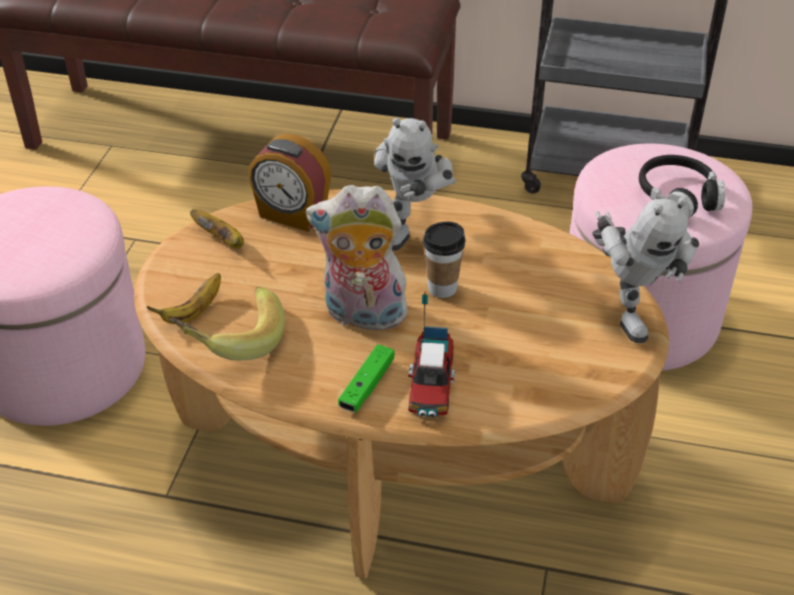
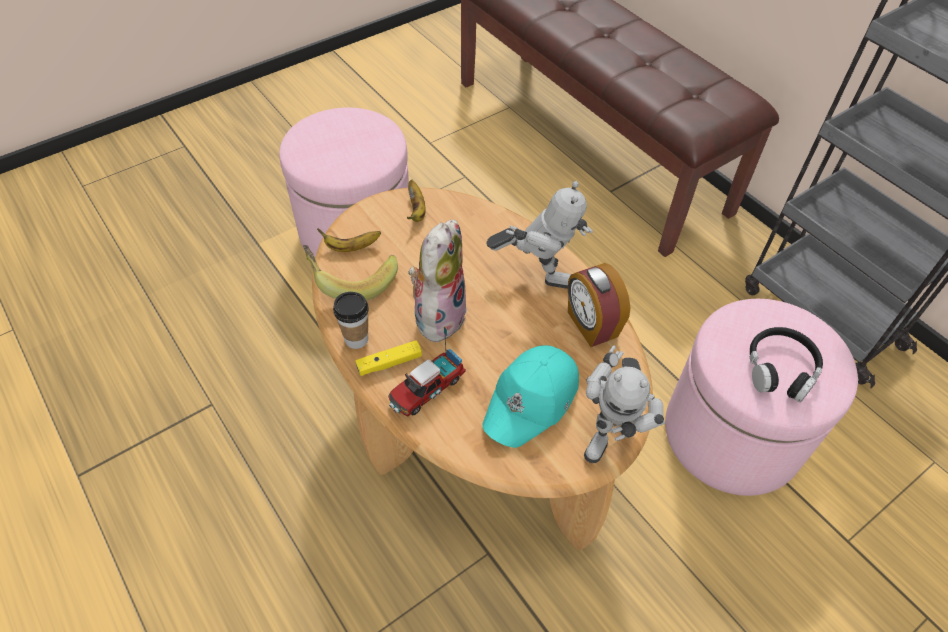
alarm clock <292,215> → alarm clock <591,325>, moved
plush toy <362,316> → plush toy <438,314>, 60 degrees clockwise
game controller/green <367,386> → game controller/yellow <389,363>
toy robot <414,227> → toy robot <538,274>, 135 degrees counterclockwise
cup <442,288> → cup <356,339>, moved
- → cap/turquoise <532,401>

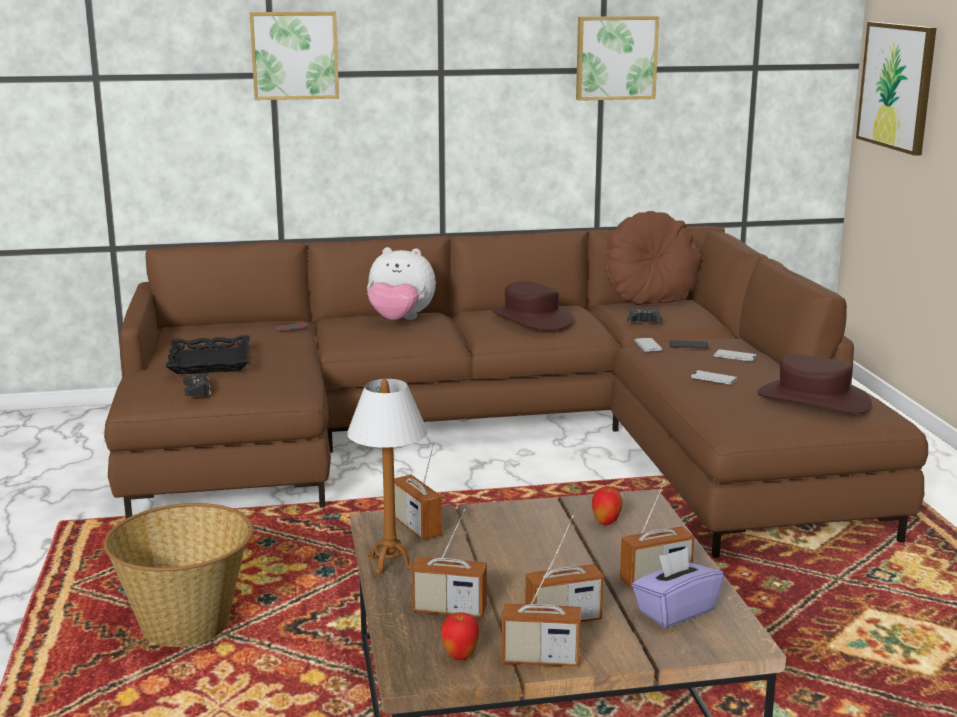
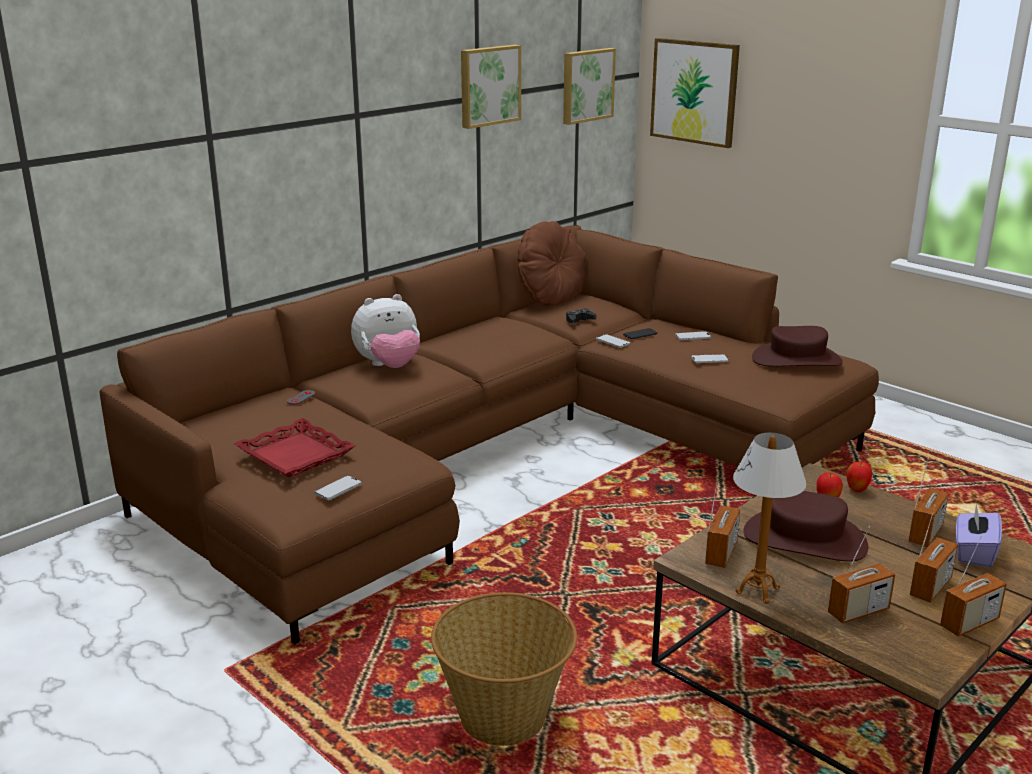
tray/black <209,361> → tray/red <294,455>
game controller/black <197,390> → phone <338,489>
picture <294,55> → picture <586,85>, moved
radio <417,527> → radio <721,553>, 90 degrees counterclockwise
apple <460,656> → apple <857,490>, moved
hat/brown <531,319> → hat/brown <804,539>, moved

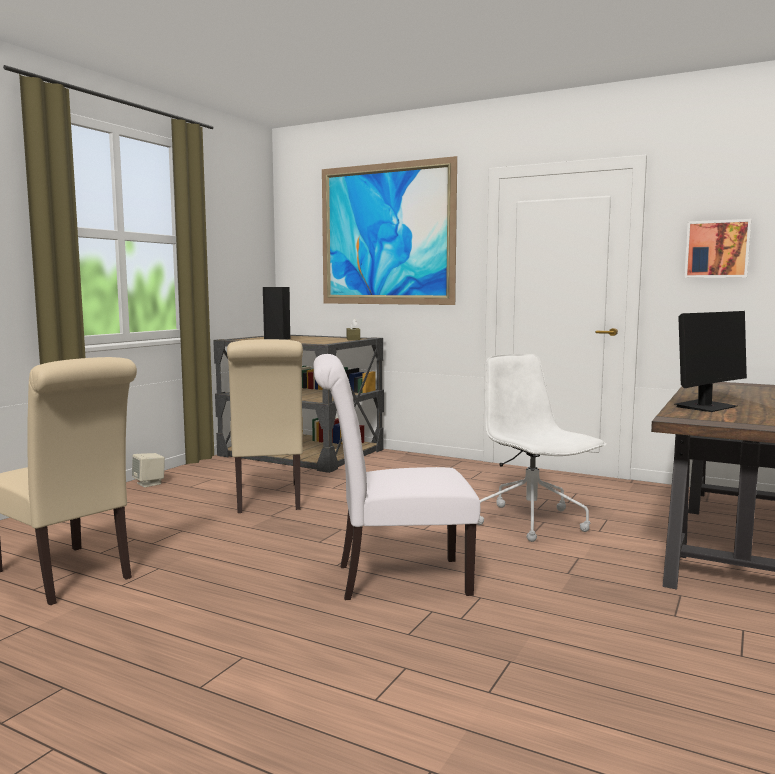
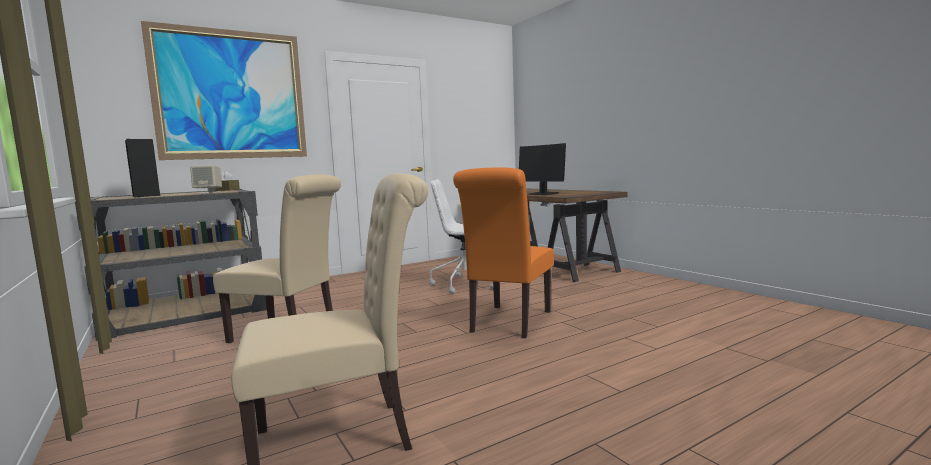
speaker/beige <149,483> → speaker/beige <208,193>, moved
chair/white <393,579> → chair/orange <508,323>
monitor <705,407> → monitor <543,194>, 150 degrees clockwise
picture <717,249> → -

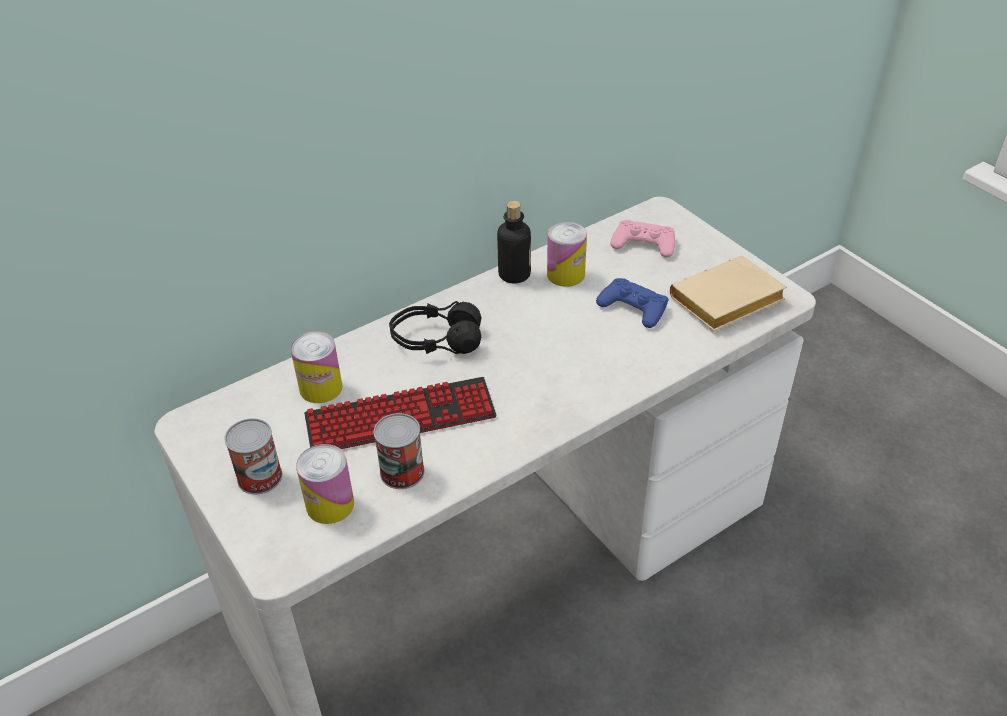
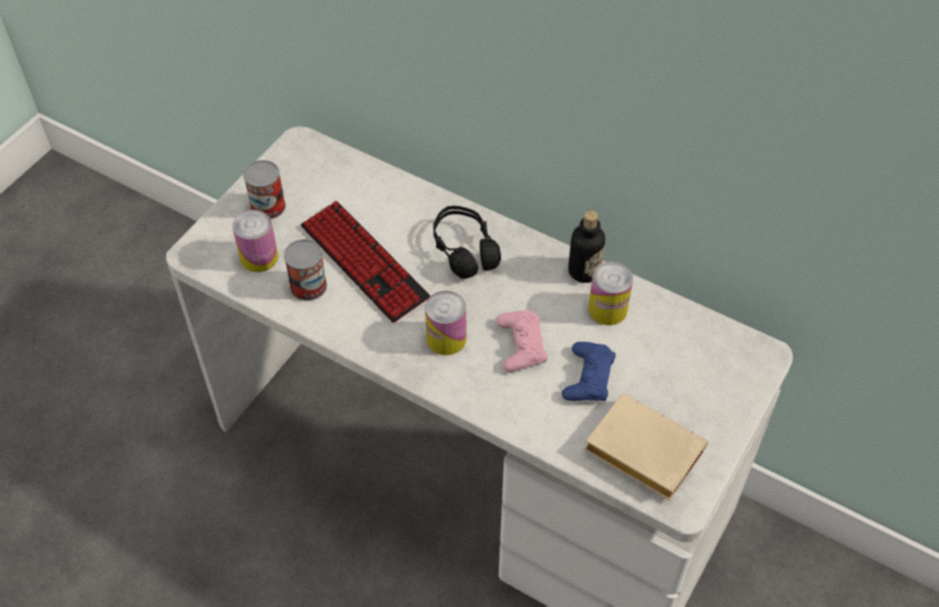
can <321,388> → can <446,338>, moved
game controller/pink <644,244> → game controller/pink <521,345>, moved

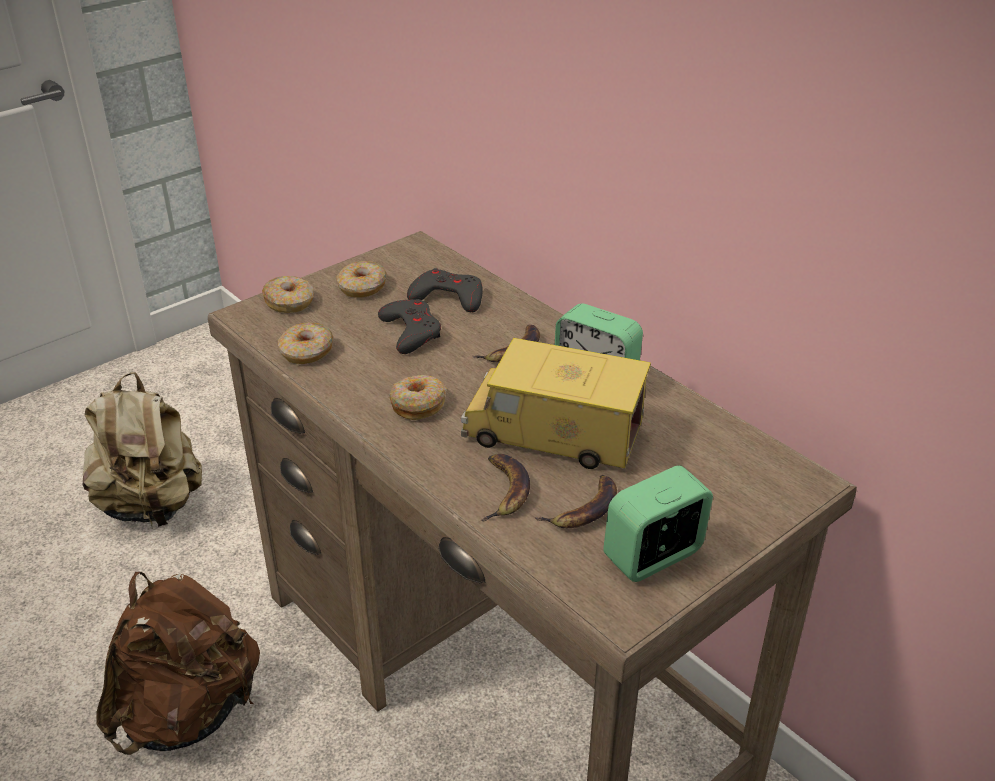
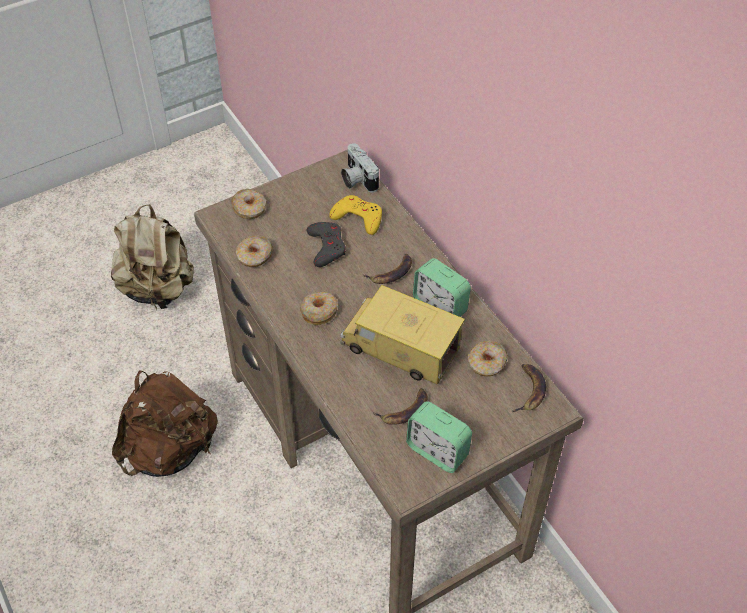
donut <362,287> → donut <487,363>, moved
game controller/grey <448,297> → game controller/yellow <358,217>
banana <504,490> → banana <529,390>, moved
alarm clock <654,556> → alarm clock <437,451>, 120 degrees counterclockwise
- → photo camera <357,179>

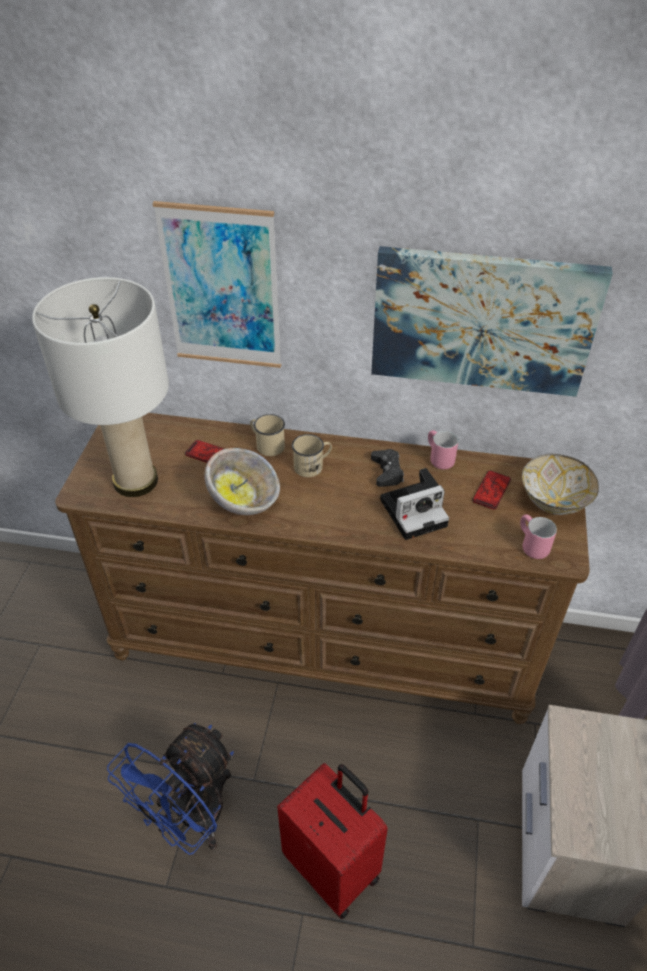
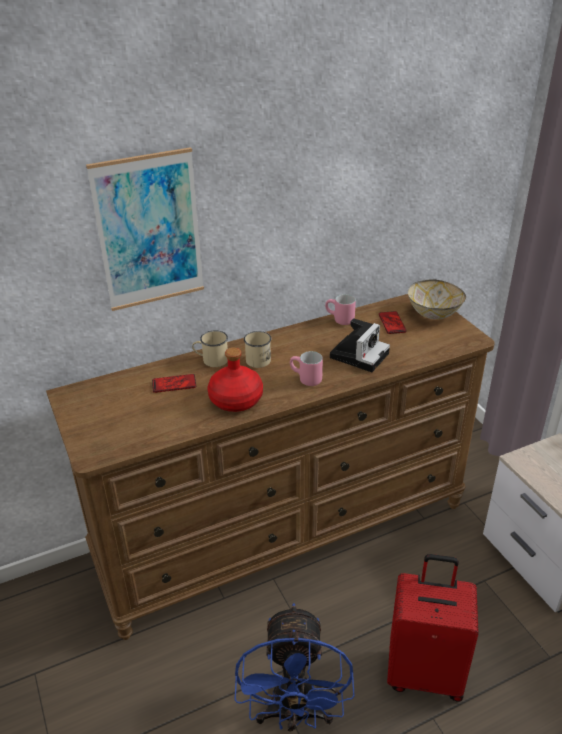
table lamp/white <135,482> → -
bowl <245,500> → bottle/red <235,399>
picture <482,321> → -
game controller/black <387,472> → -
mug/pink <529,546> → mug/pink <305,380>, moved

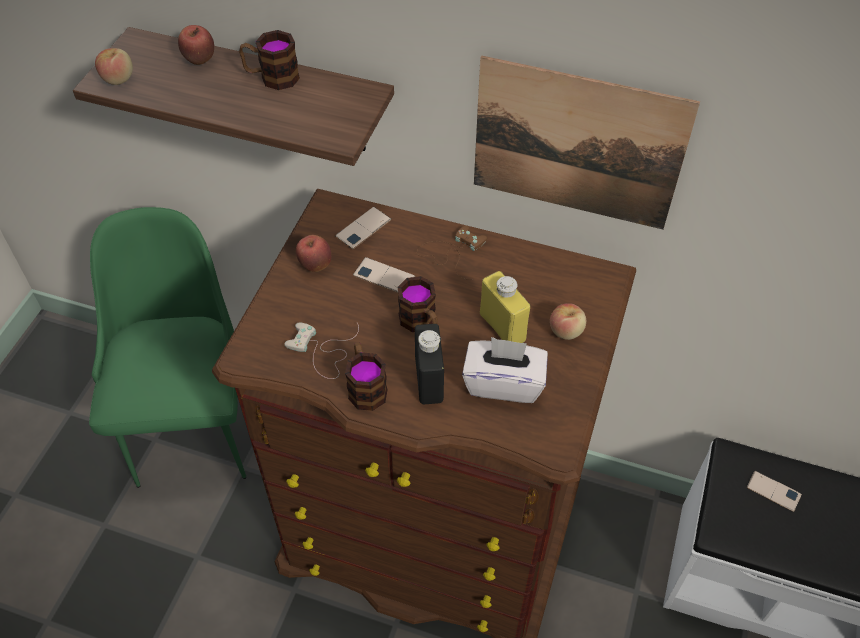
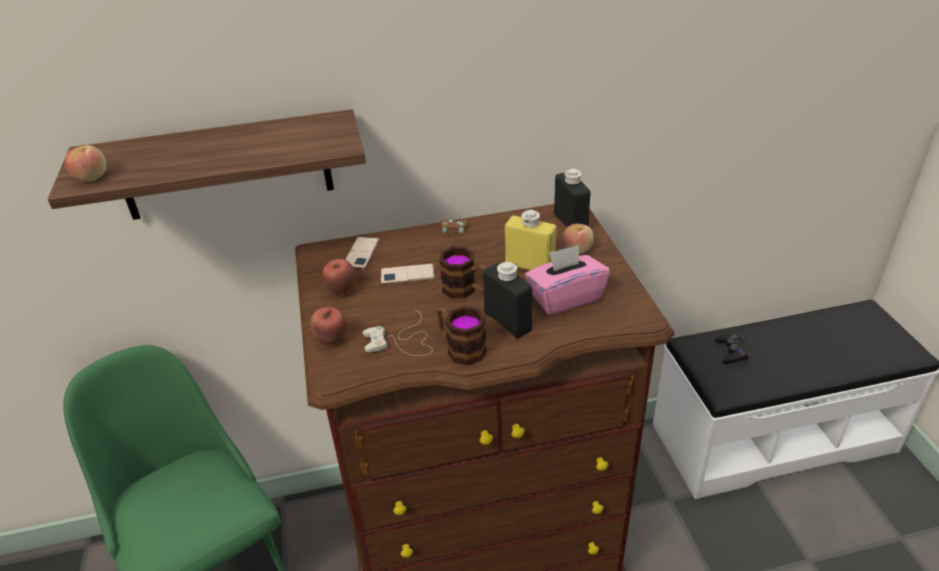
apple <200,60> → apple <331,340>, moved
mug <272,77> → -
tissue box/white <503,383> → tissue box/pink <565,298>
picture <577,145> → -
phone <773,491> → game controller/black <731,352>
- → bottle/black <570,223>

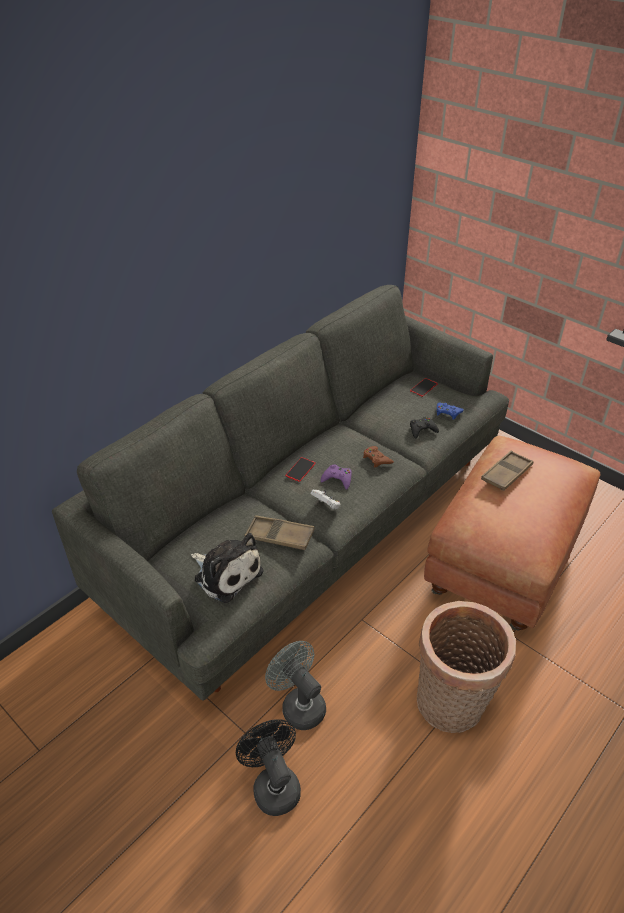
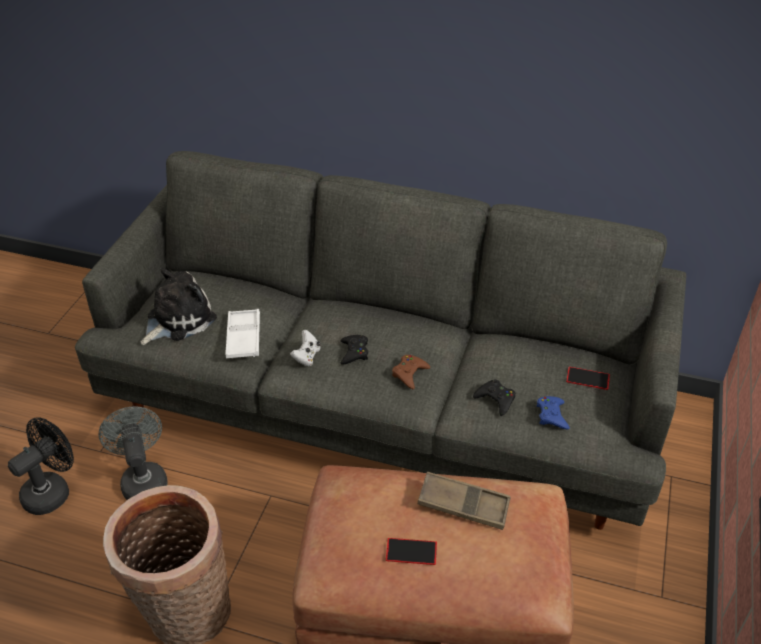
plush toy <226,573> → plush toy <177,319>, 150 degrees counterclockwise
tray/brown <279,536> → tray/white <243,337>
fan/grey <298,704> → fan/grey <143,479>, 45 degrees counterclockwise
phone <300,469> → phone <411,551>, moved
game controller/purple <337,479> → game controller/black <354,352>

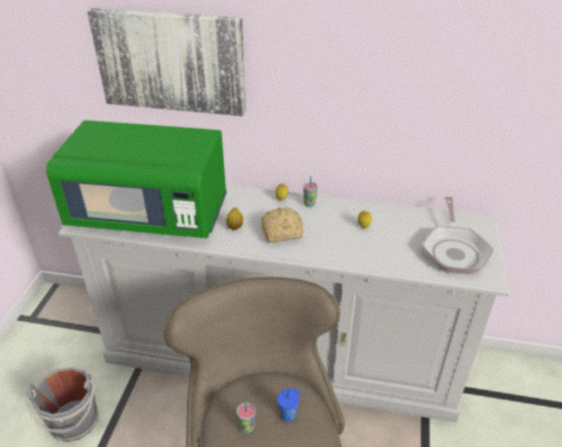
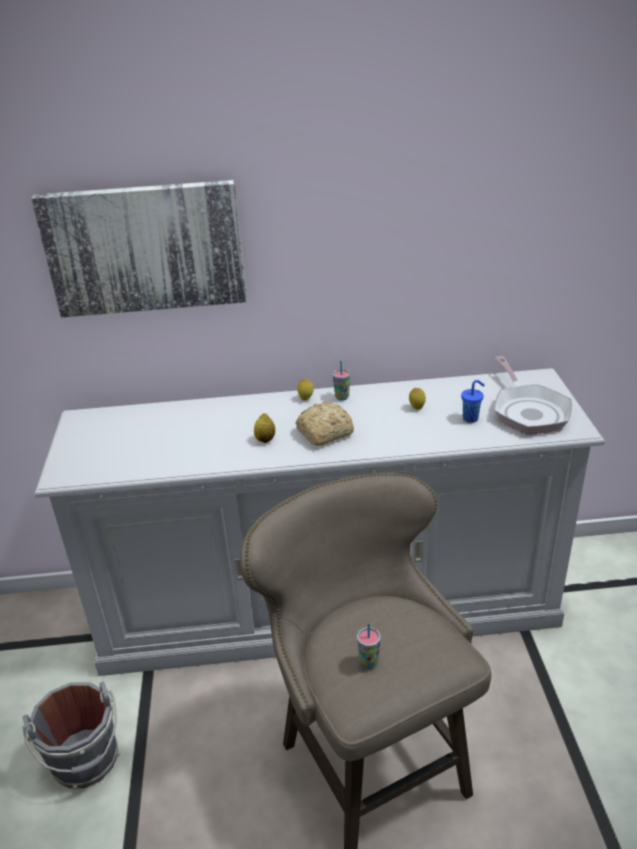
microwave/green <150,215> → -
cup/blue <289,415> → cup/blue <471,418>, moved

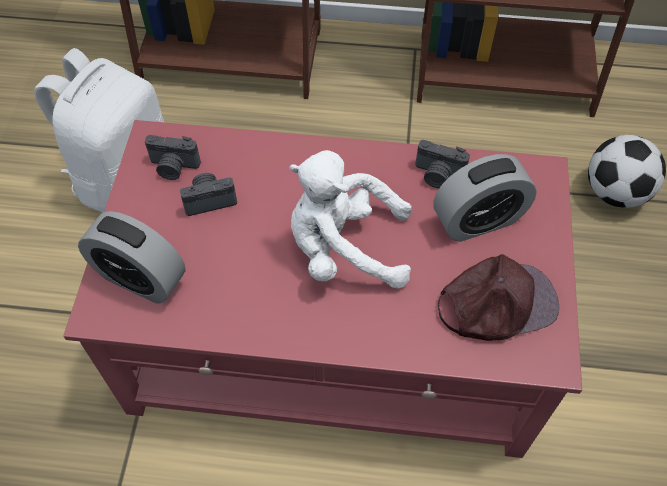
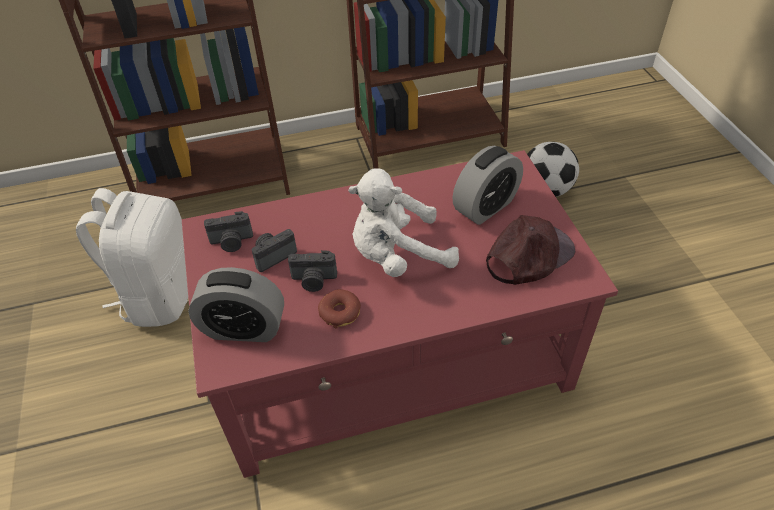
photo camera <438,175> → photo camera <314,280>, moved
- → donut <340,312>

